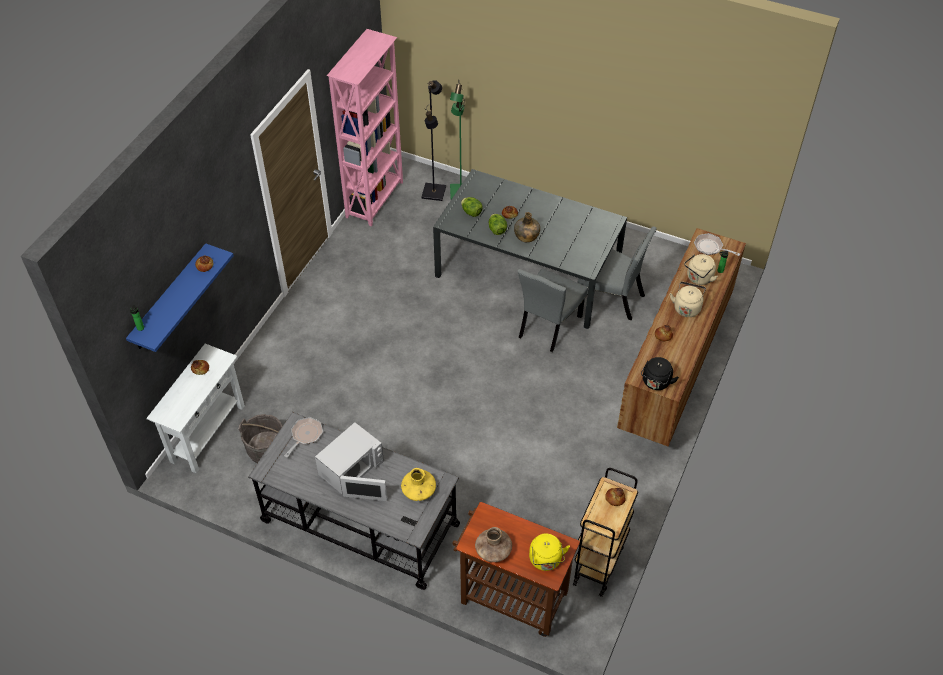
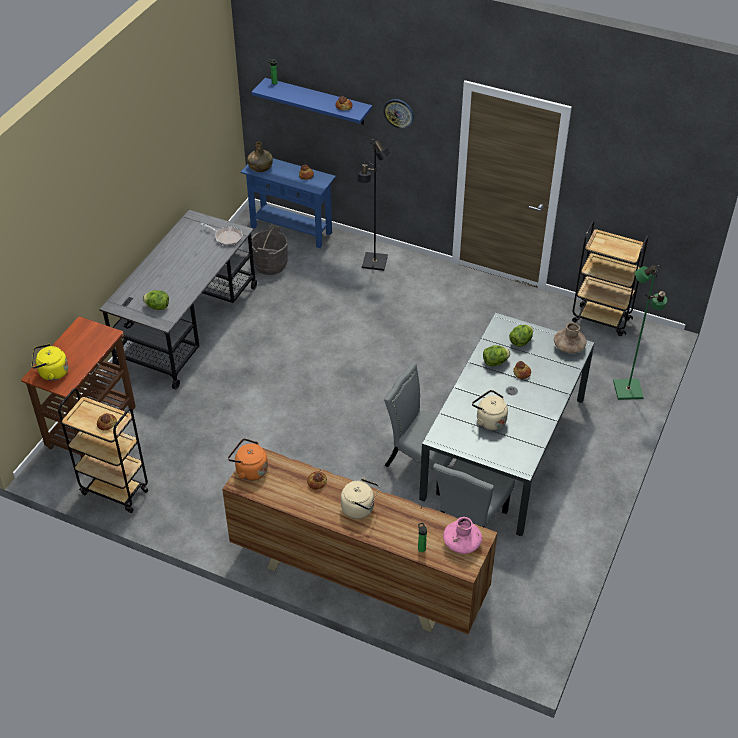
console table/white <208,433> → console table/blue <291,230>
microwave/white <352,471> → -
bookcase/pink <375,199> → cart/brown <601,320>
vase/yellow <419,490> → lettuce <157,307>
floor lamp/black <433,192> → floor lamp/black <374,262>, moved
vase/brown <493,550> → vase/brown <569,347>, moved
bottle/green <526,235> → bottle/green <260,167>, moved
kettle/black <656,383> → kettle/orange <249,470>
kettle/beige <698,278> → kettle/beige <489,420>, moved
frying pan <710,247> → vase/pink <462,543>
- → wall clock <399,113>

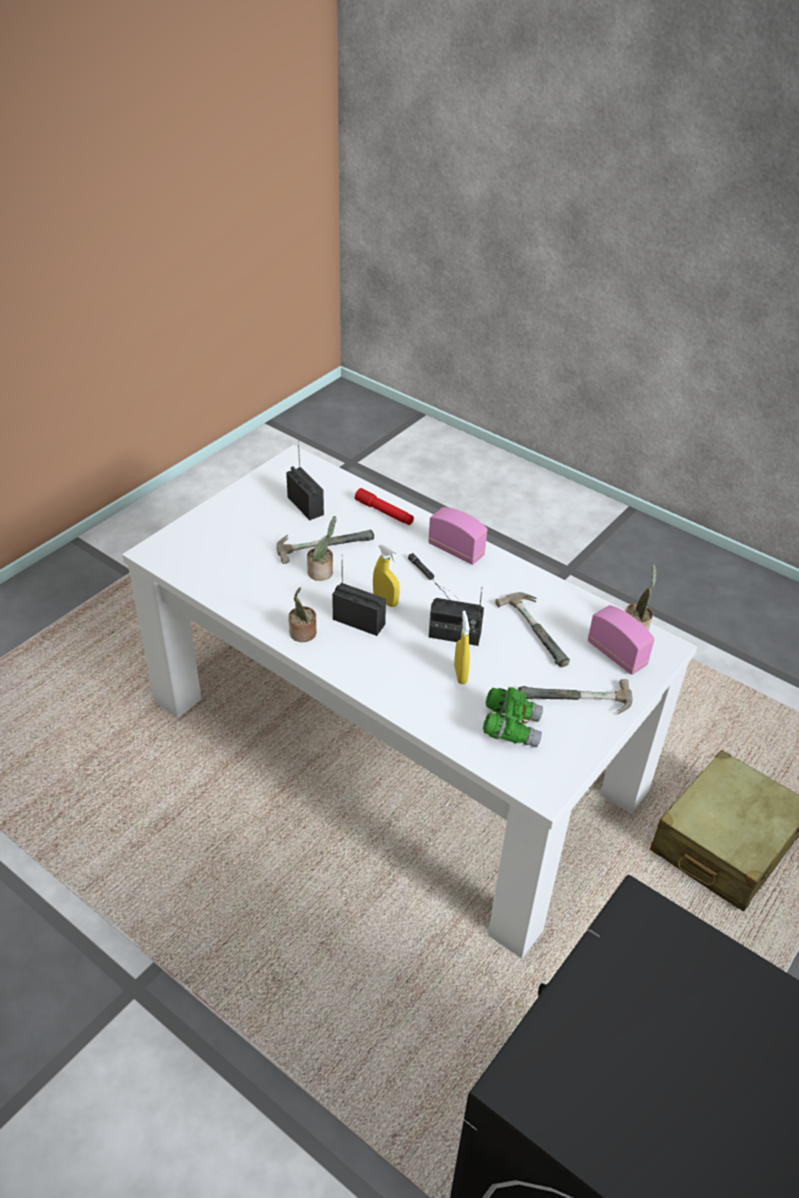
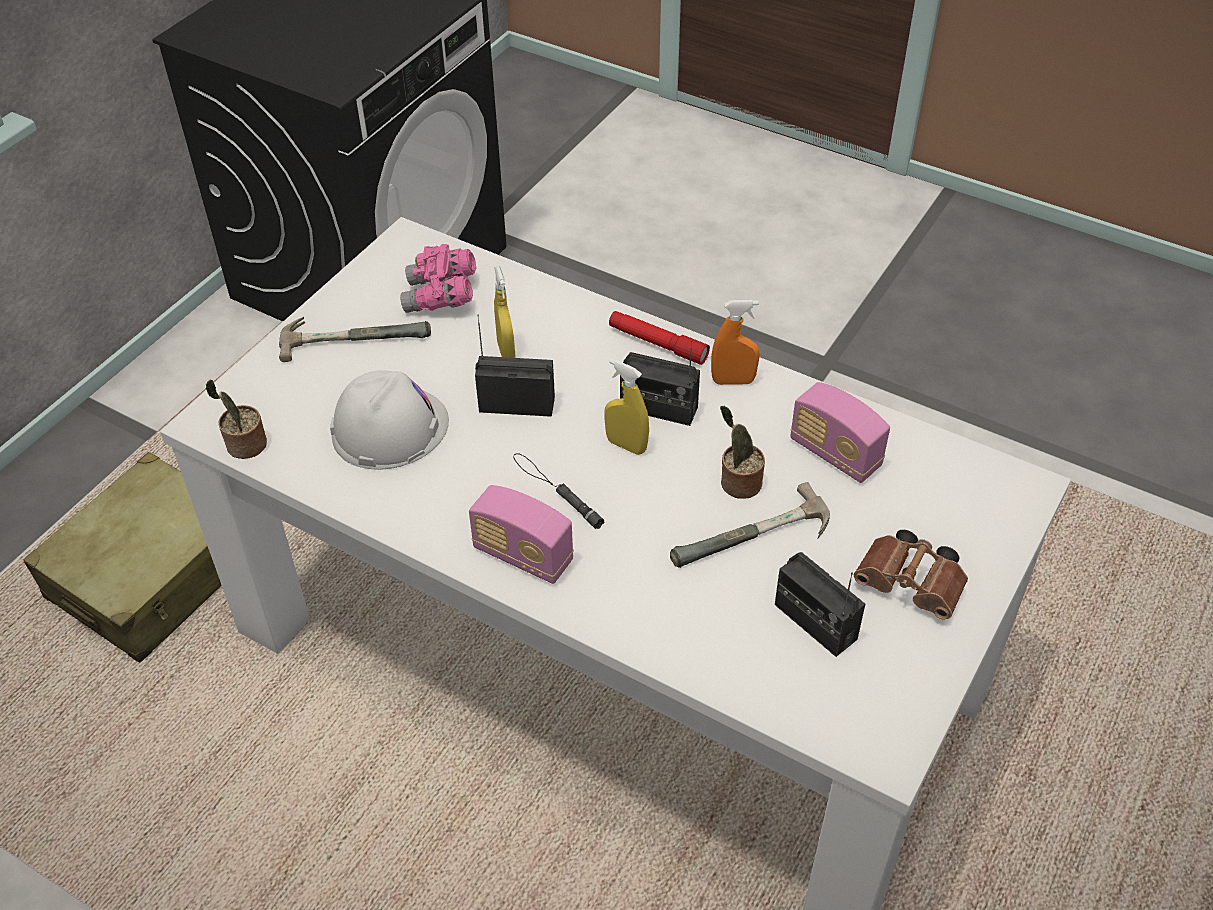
potted plant <302,634> → spray bottle/orange <733,381>
flashlight/red <384,512> → flashlight/red <657,344>, moved
binoculars/green <511,727> → binoculars/pink <441,297>
hammer <540,629> → hard hat/white <390,428>
radio <616,654> → radio <835,454>, moved
- → binoculars/brown <913,586>

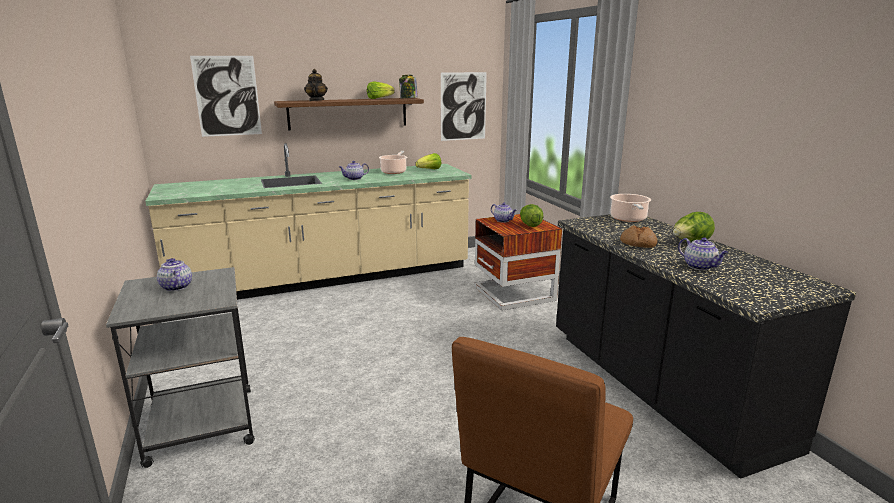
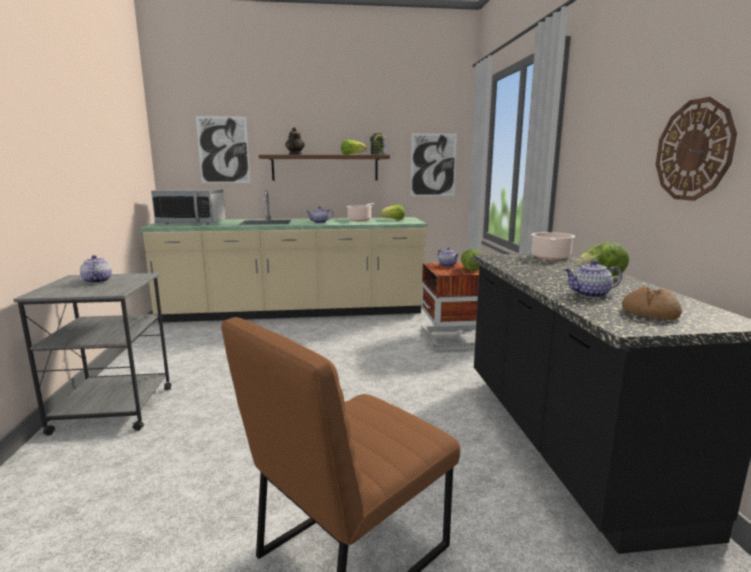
bread <638,244> → bread <649,313>, moved
teapot <700,267> → teapot <590,295>, 105 degrees clockwise
- → microwave <192,223>
- → wall clock <694,150>

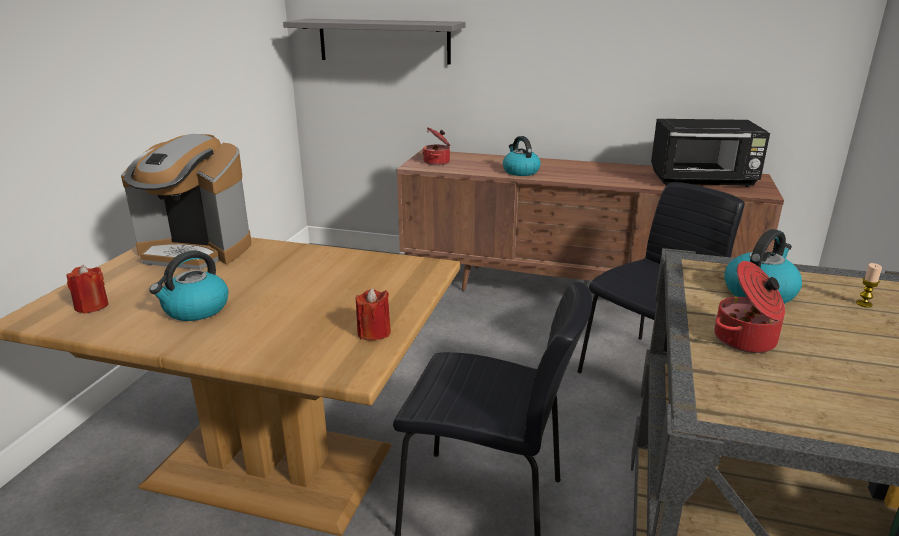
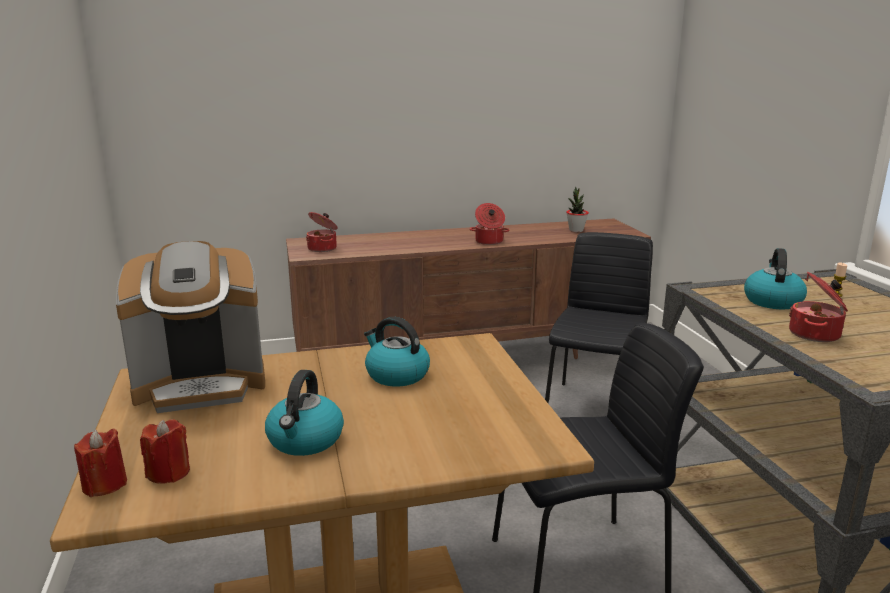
shelf/grey <384,41> → -
candle/red <374,333> → candle/red <104,484>, moved
kettle <520,171> → kettle <396,375>, moved
microwave/black <703,180> → potted plant <576,230>
- → cooking pot <489,242>

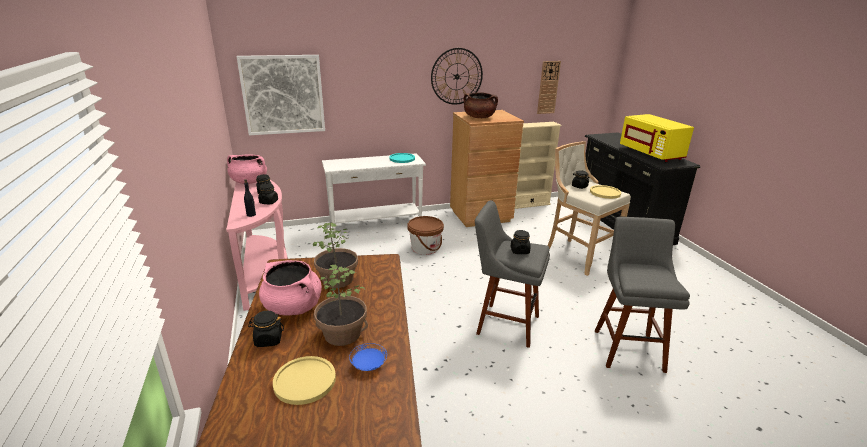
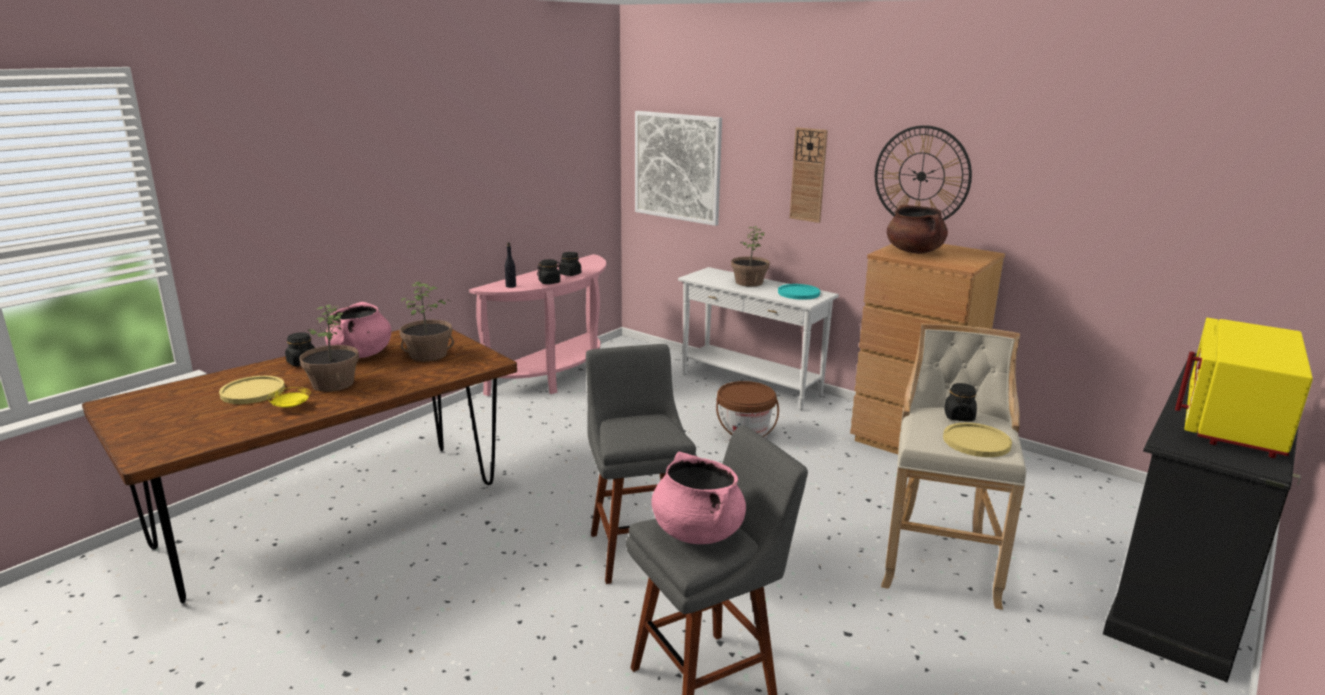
cooking pot/pink <249,182> → cooking pot/pink <697,531>, moved
plate/blue <369,365> → plate/yellow <291,407>
jar/black <519,251> → -
bookcase/beige <528,204> → -
wall clock <548,87> → wall clock <808,175>, moved
- → potted plant <748,282>

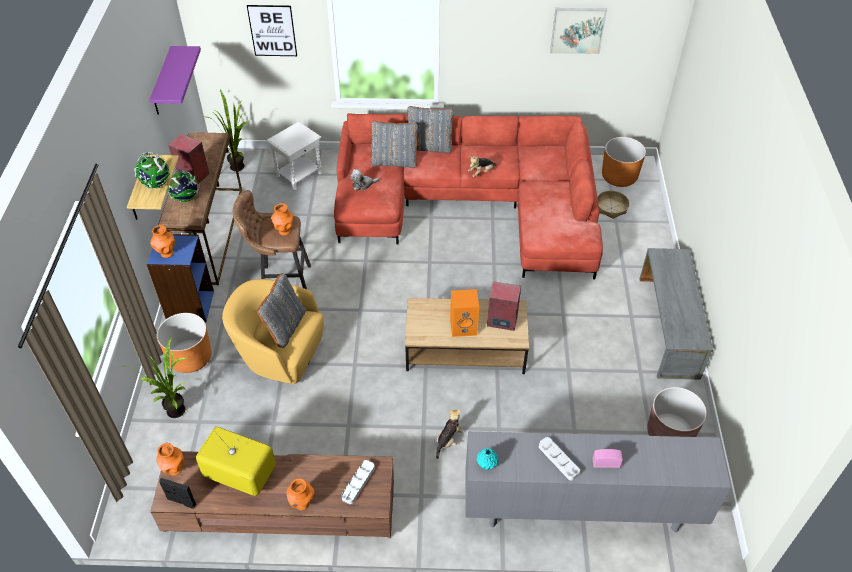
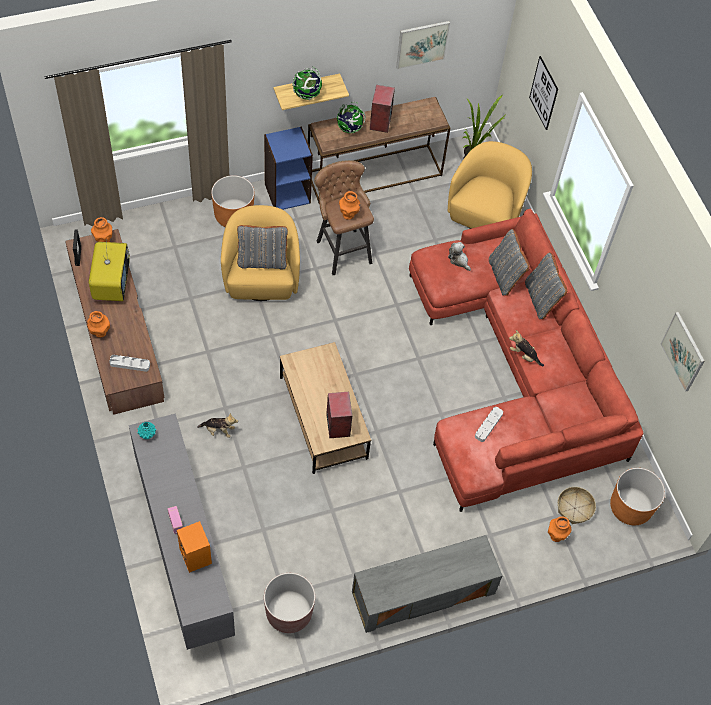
potted plant <179,413> → -
shelf/purple <163,82> → picture <422,44>
vase/orange <166,253> → vase/orange <556,536>, moved
side table/white <298,174> → armchair/yellow <486,212>
speaker/orange <464,326> → speaker/orange <196,556>, moved
tray/grey <558,460> → tray/grey <488,425>, moved

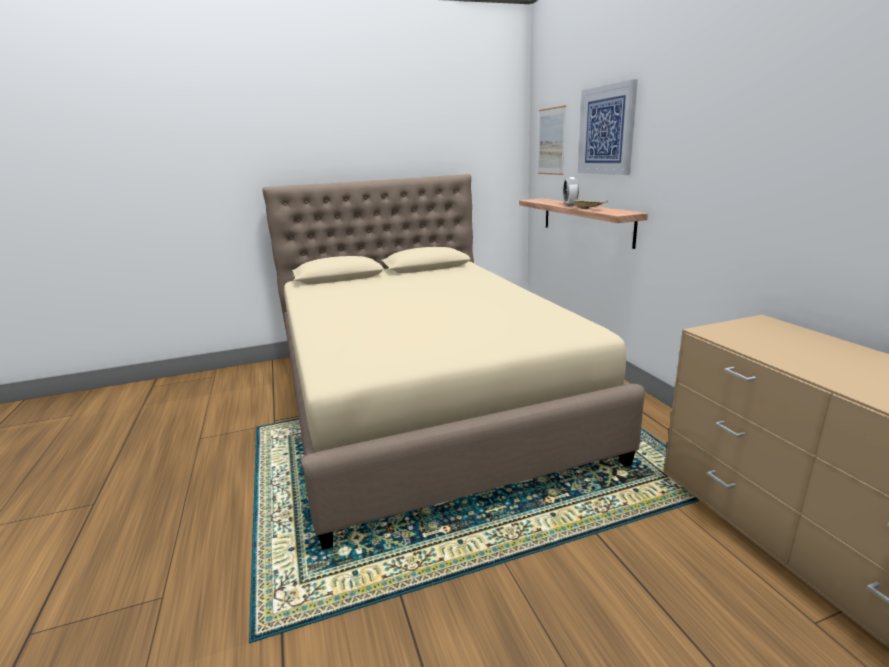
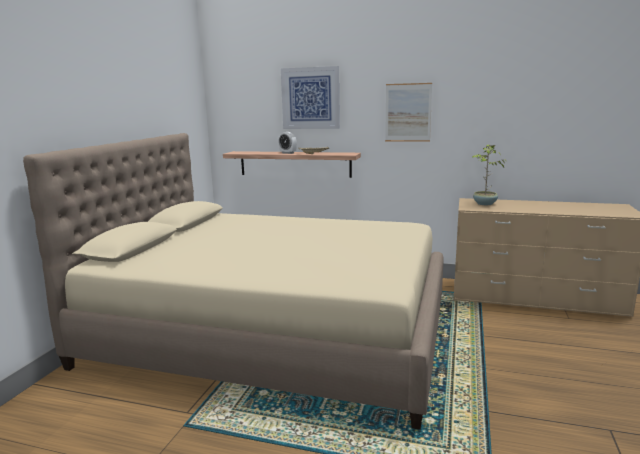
picture <551,141> → picture <408,112>, moved
- → potted plant <484,204>

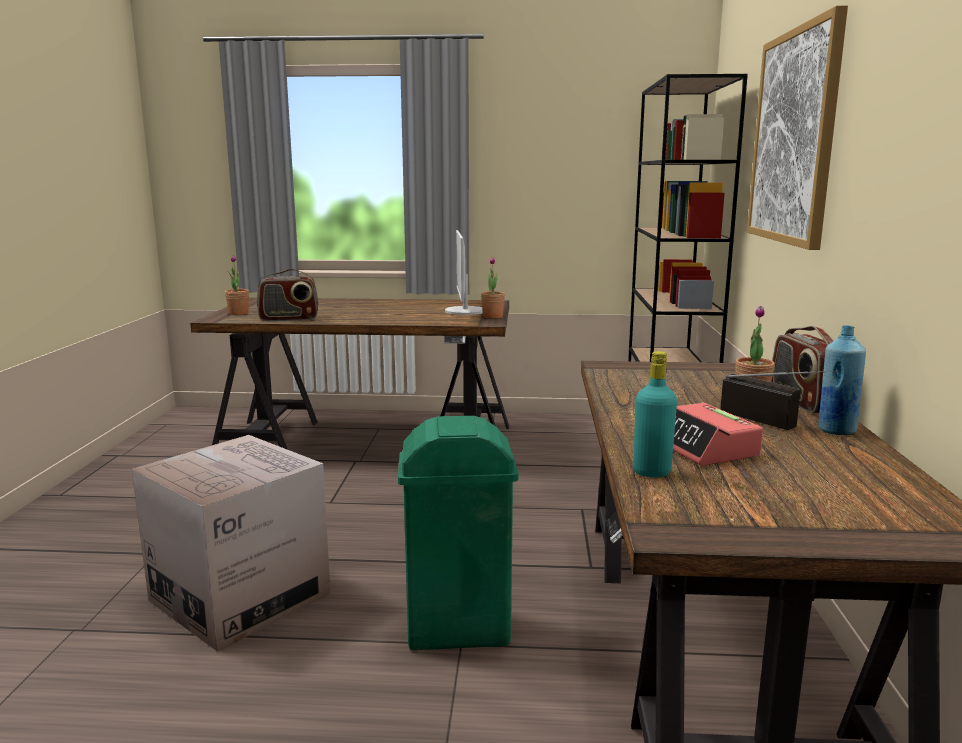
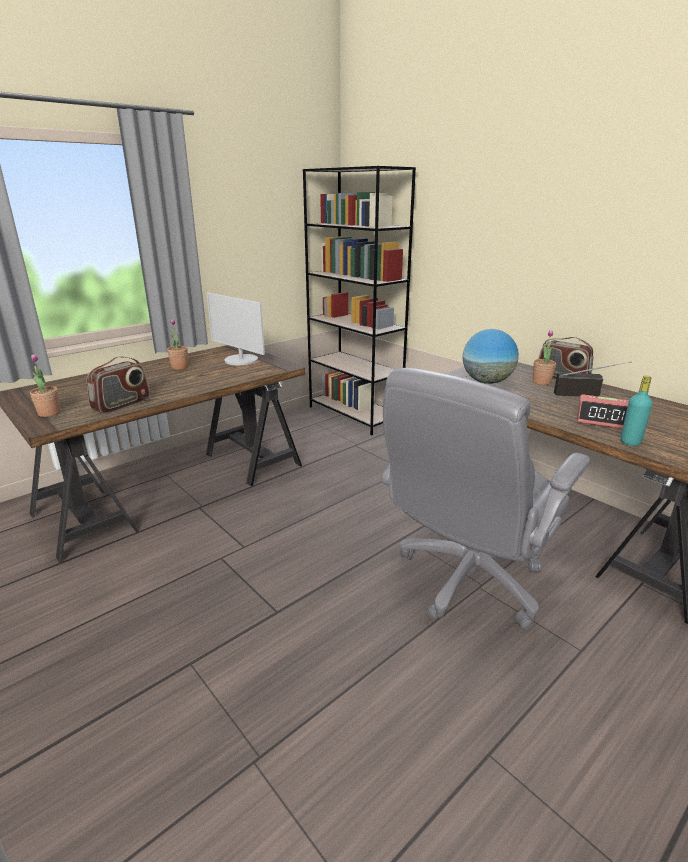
cardboard box <240,597> → -
trash can/green <457,631> → office chair/grey <465,581>
potted plant <492,317> → potted plant <179,367>, moved
picture <794,137> → -
bottle/blue <836,430> → -
- → globe <486,382>

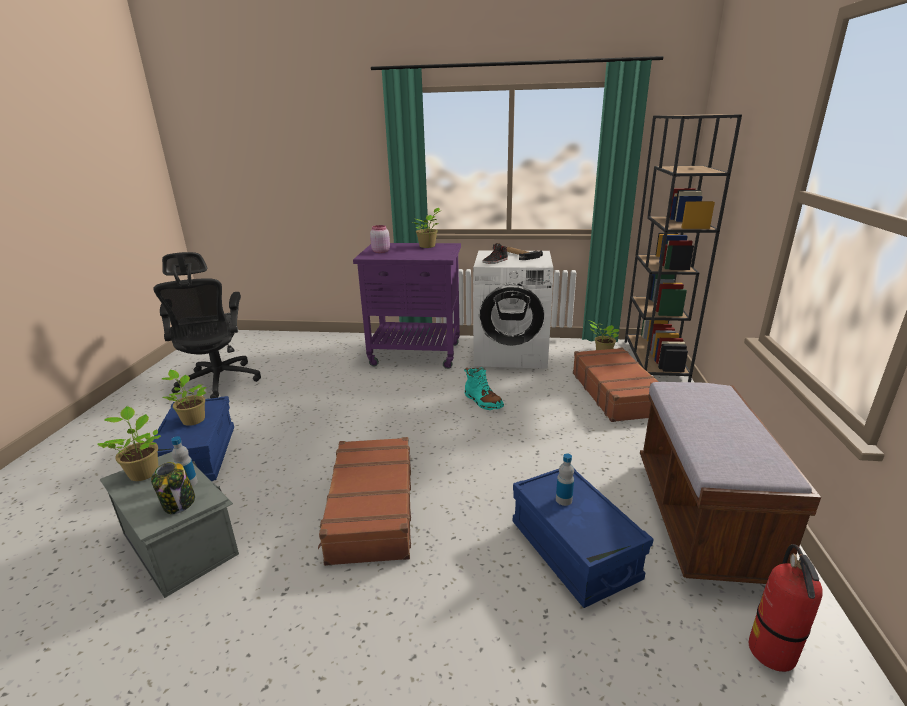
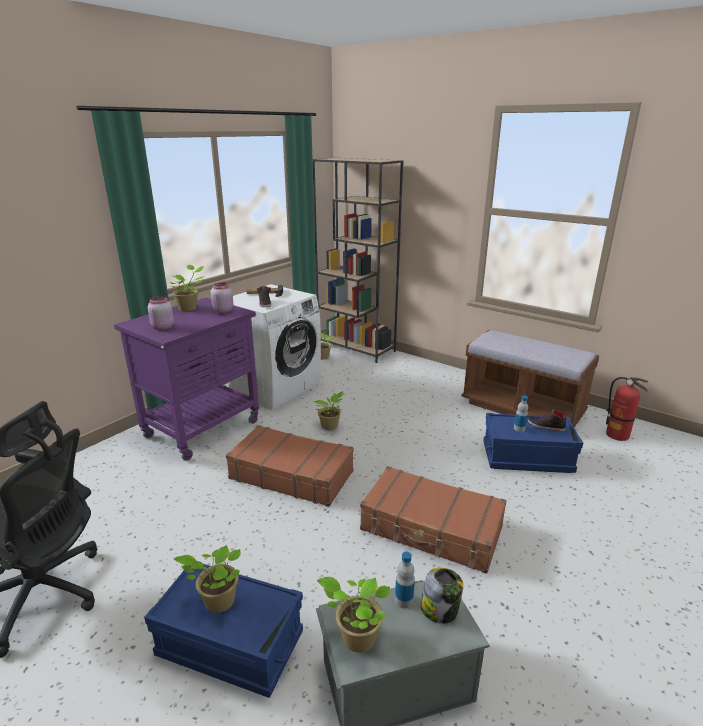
boot/turquoise <483,401> → potted plant <330,426>
suitcase/brown <616,393> → suitcase/brown <291,474>, moved
- → jar/pink <223,311>
- → shoe/black <546,426>

